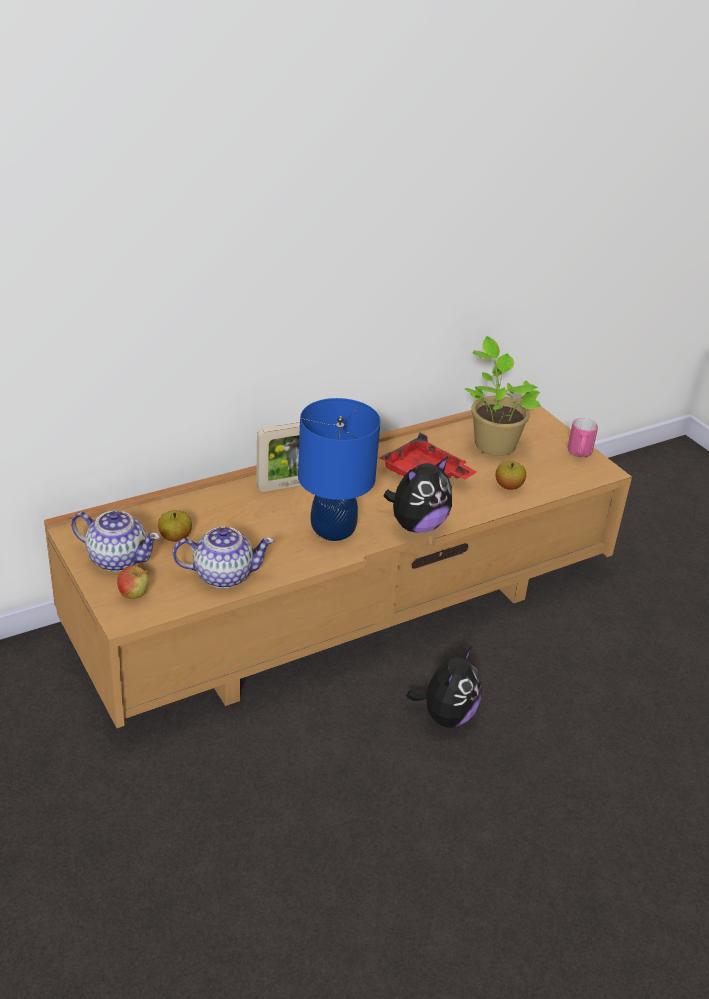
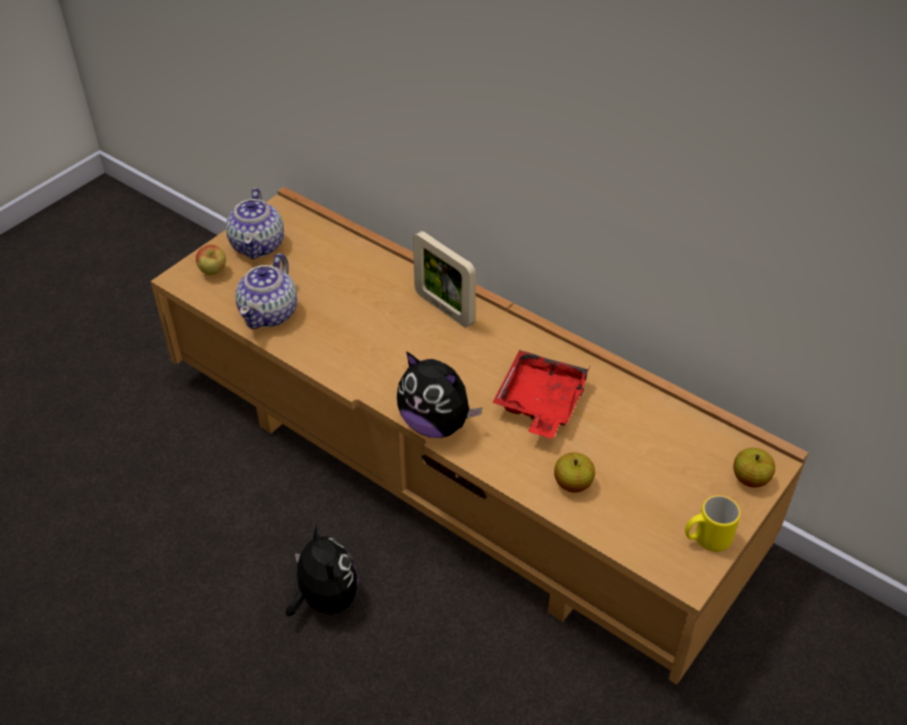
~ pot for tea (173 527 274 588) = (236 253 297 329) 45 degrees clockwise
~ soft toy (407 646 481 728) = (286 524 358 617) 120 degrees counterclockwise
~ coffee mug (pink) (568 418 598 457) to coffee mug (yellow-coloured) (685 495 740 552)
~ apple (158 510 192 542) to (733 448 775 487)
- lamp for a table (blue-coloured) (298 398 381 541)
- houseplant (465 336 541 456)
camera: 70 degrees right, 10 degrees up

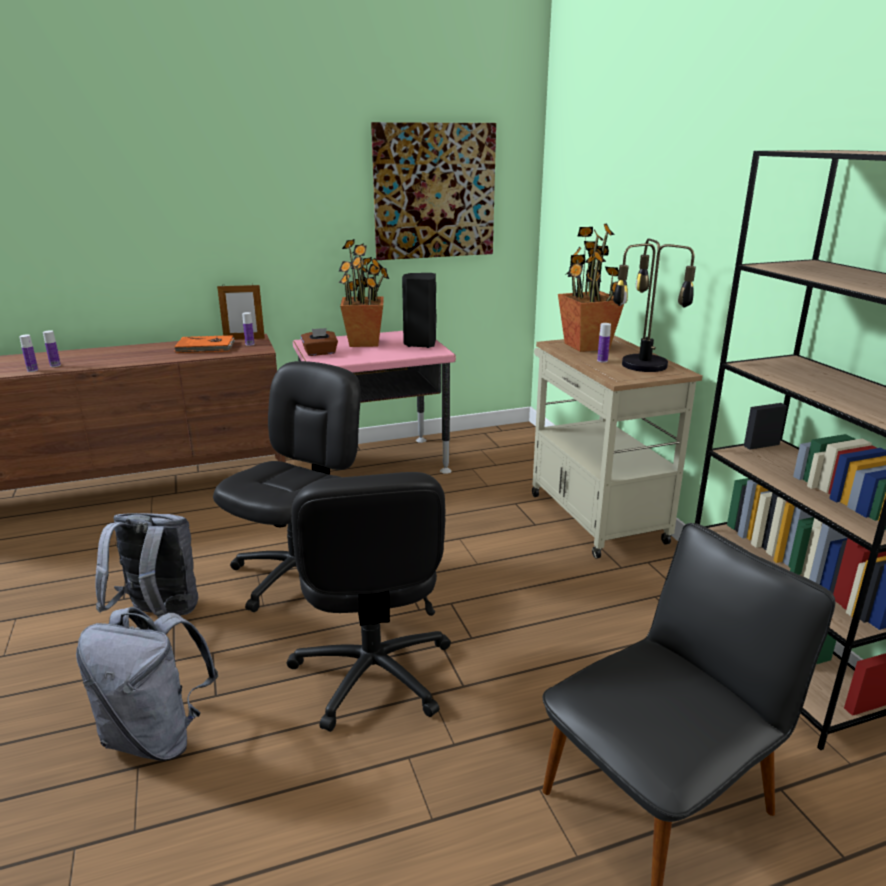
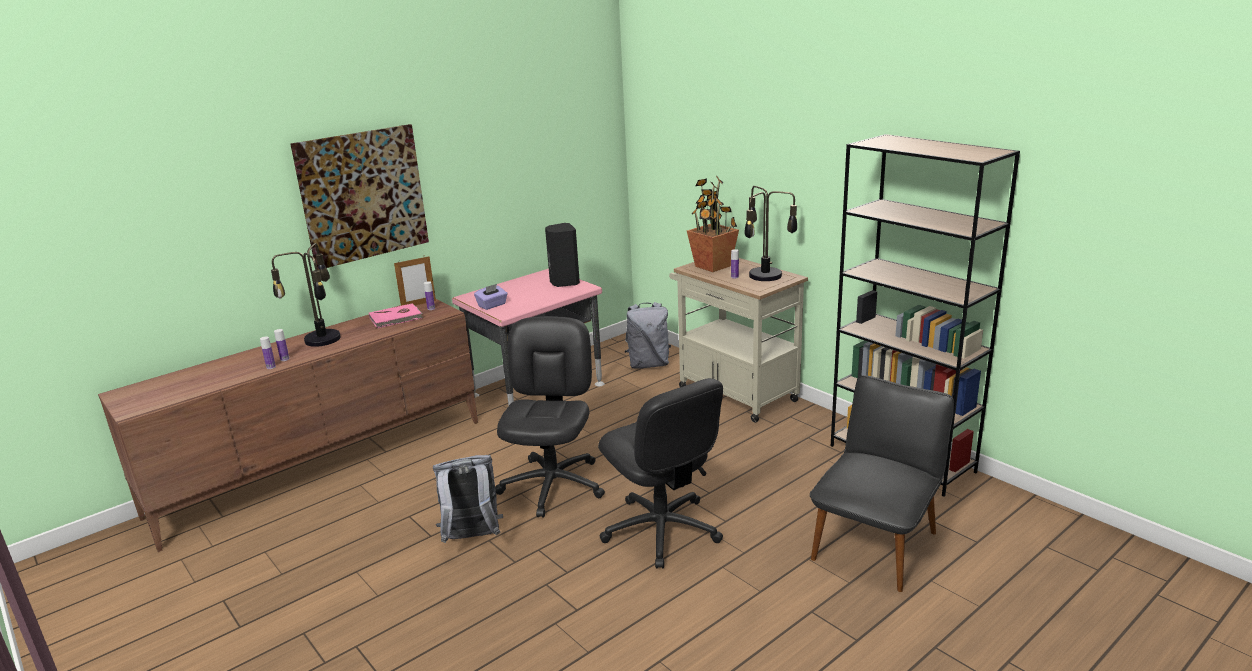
+ lamp for a table (271 243 341 347)
~ wall picture (371 122 496 260) to (290 124 429 270)
~ book (orange-coloured) (174 335 235 353) to book (pink) (369 303 423 328)
~ tissue holder (brown) (301 328 338 356) to tissue holder (purple) (474 284 507 310)
~ rucksack (greyish) (76 607 218 761) to (625 302 671 368)
- houseplant (339 239 389 347)
camera: 20 degrees left, 0 degrees up

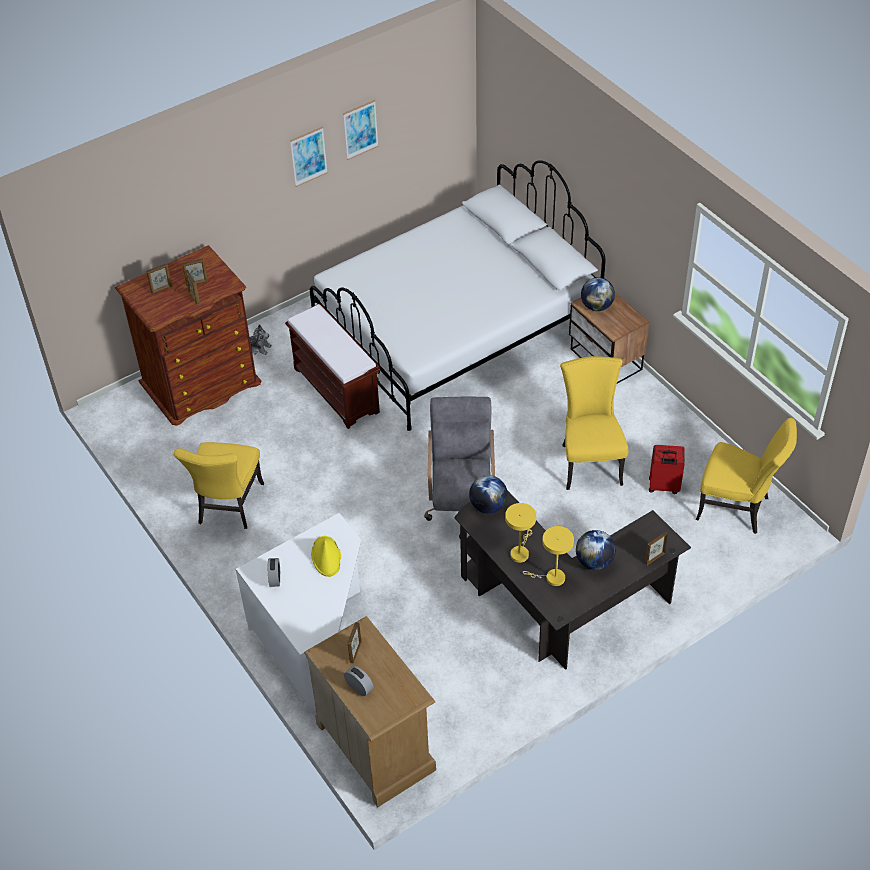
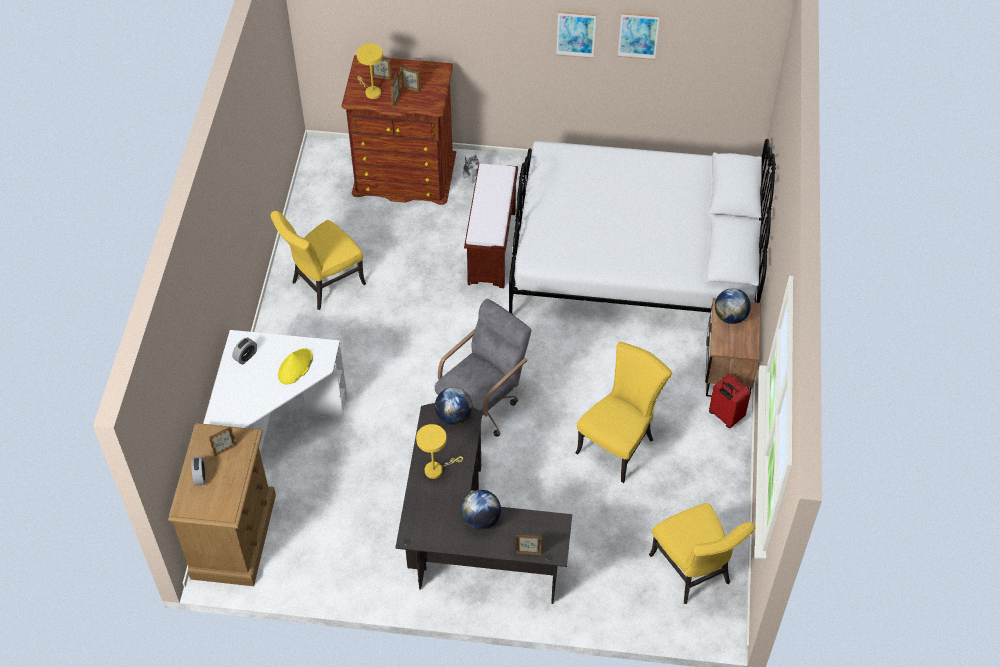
~ lamp for a table (yellow-coloured) (523 526 574 586) to (356 44 383 99)
~ piece of luggage (red-coloured) (649 445 685 494) to (709 374 751 428)
camera: 40 degrees right, 5 degrees up

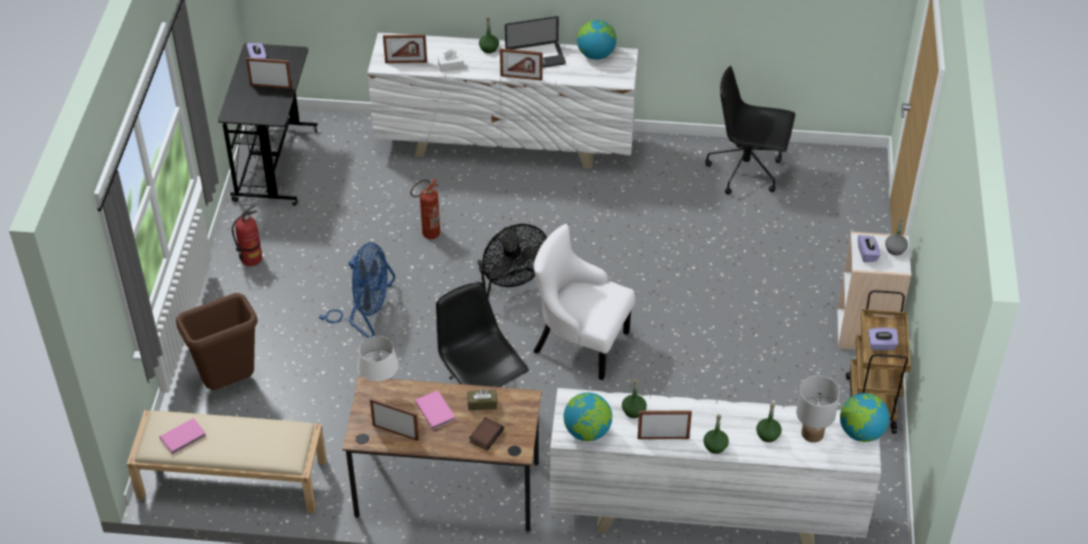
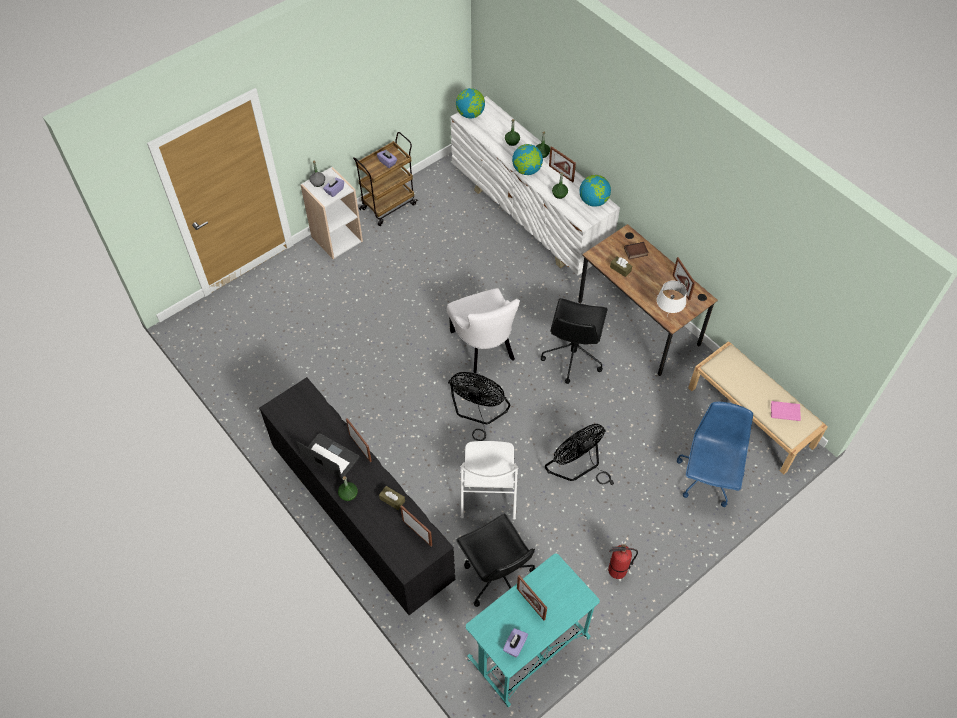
~ cabinet (white) (368 33 638 169) to cabinet (black-coloured) (259 377 455 615)
~ tissue holder (white) (438 50 464 72) to tissue holder (brown) (379 486 405 510)
~ computer chair (black-coloured) (705 66 796 195) to (456 514 536 607)
~ fire-fighting cylinder (410 178 440 239) to plain chair (white) (460 441 519 520)
~ desk (black-coloured) (218 43 318 206) to desk (turquoise) (466 553 600 707)
~ desk globe (577 20 616 60) to (512 144 543 175)
~ fan (blue-coloured) (319 242 395 338) to fan (black-coloured) (545 424 614 485)
~ waste bin (brown) (176 293 258 390) to computer chair (blue-coloured) (677 402 753 507)
- book (pink) (415 390 455 429)
- lamp for a table (greyish) (796 376 840 443)
camera: 135 degrees left, 10 degrees up

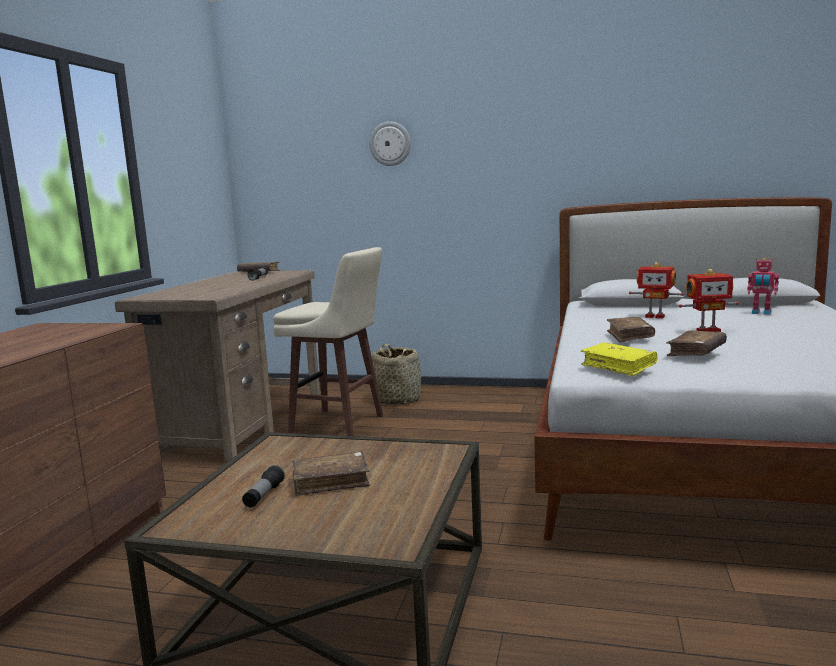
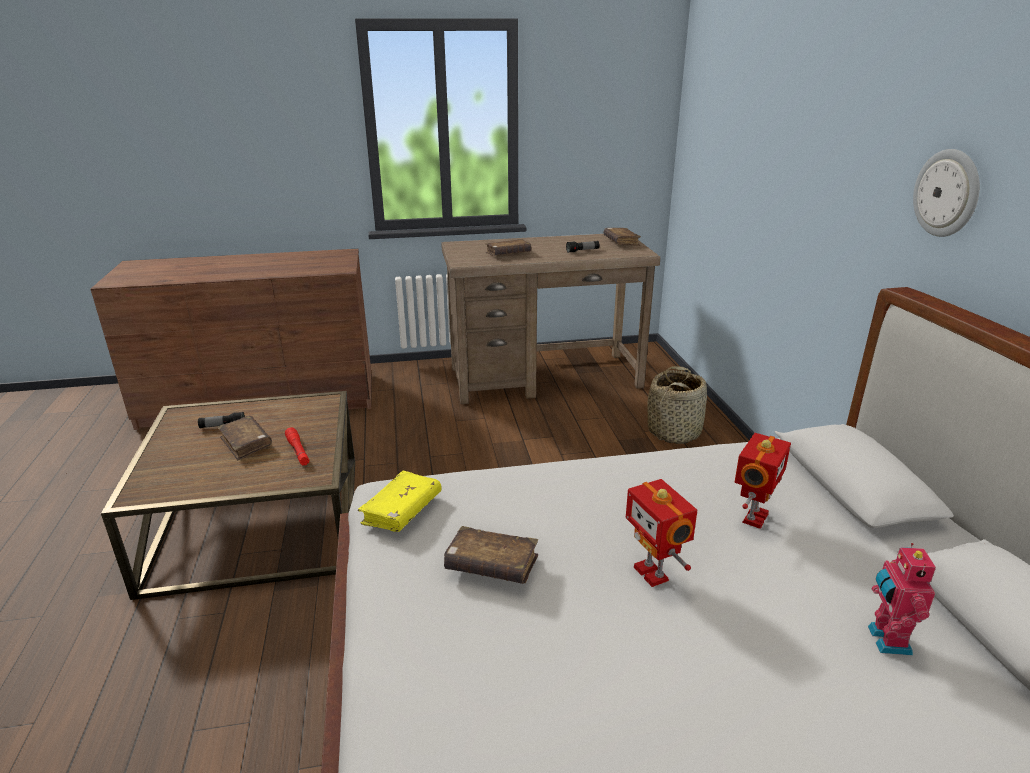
+ torch (red-coloured) (285 427 309 465)
~ book (brown) (607 317 655 343) to (485 239 531 256)
~ robot figure (629 262 684 318) = (735 433 791 529) 150 degrees counterclockwise
~ wall clock (369 121 411 166) to (913 149 980 237)
- stool seat (sand-coloured) (273 247 383 436)
camera: 65 degrees right, 15 degrees up

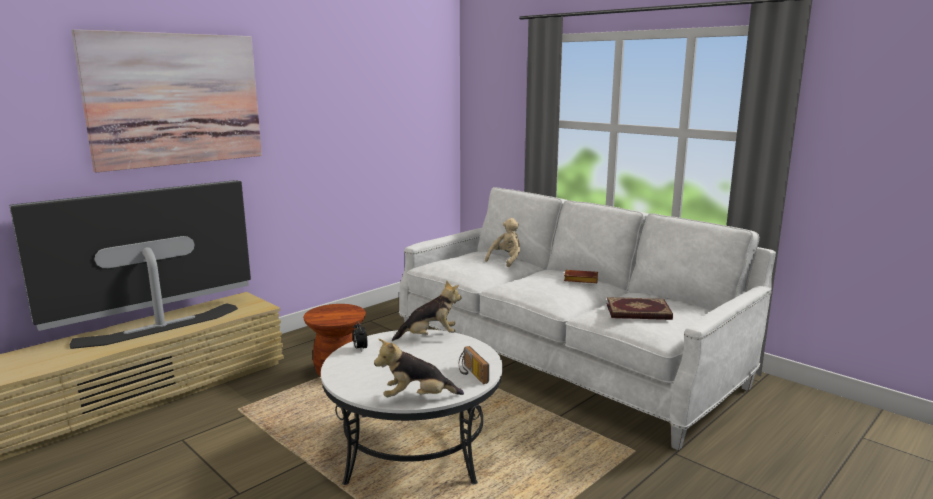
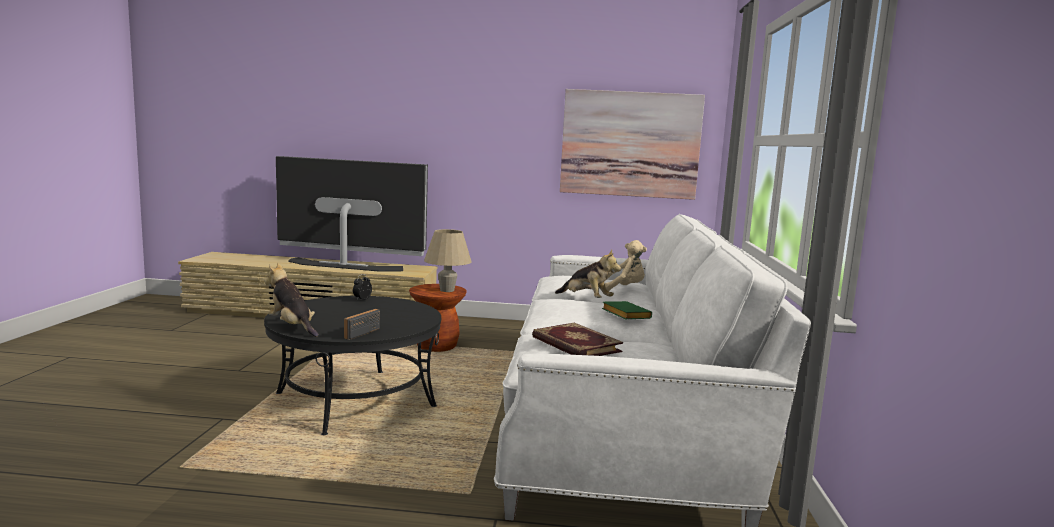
~ lounge table (white) (321 329 503 485) to lounge table (black-coloured) (264 296 441 435)
+ lamp for a table (sand-coloured) (424 229 472 292)
~ soft toy (392 280 461 341) to (555 250 621 298)
~ wall picture (71 29 262 172) to (560 89 705 200)
~ book (brown) (564 270 598 283) to book (green) (602 301 652 319)
camera: 50 degrees right, 5 degrees down

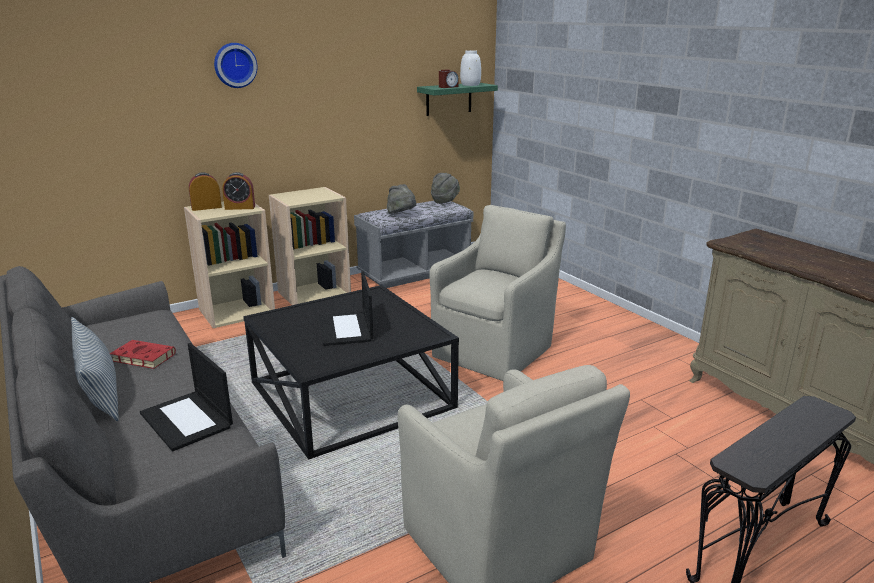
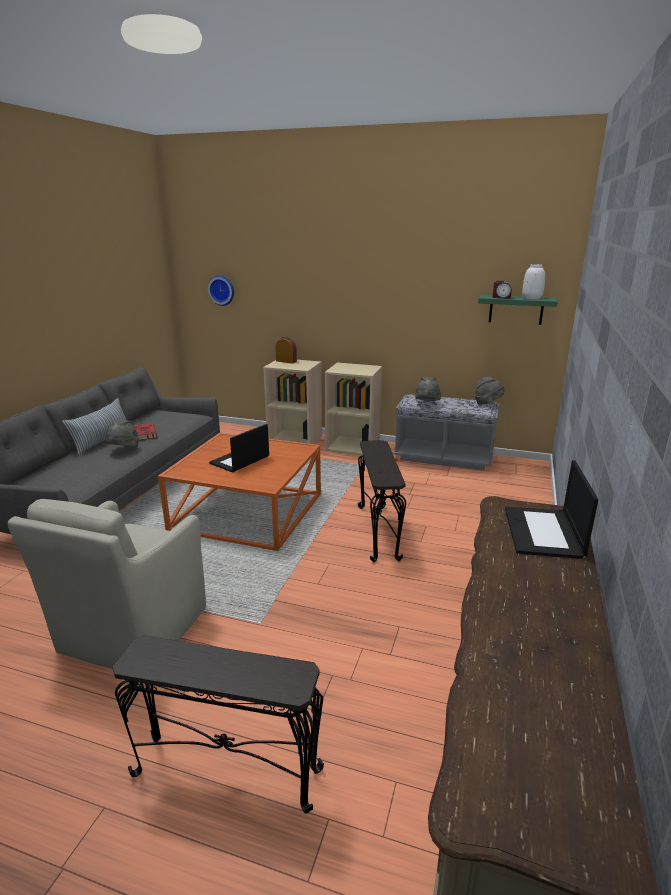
+ clothing hat (greyish) (106 419 139 447)
~ lounge table (black-coloured) (243 285 459 460) to lounge table (orange-coloured) (158 433 321 551)
~ wall clock (214 43 258 88) to (208 275 234 306)
~ armchair (sand-coloured) (429 205 566 381) to end table (black-coloured) (358 440 406 563)
~ laptop (140 343 233 451) to (505 460 599 559)
- bedside clock (222 172 255 210)
camera: 50 degrees right, 0 degrees up

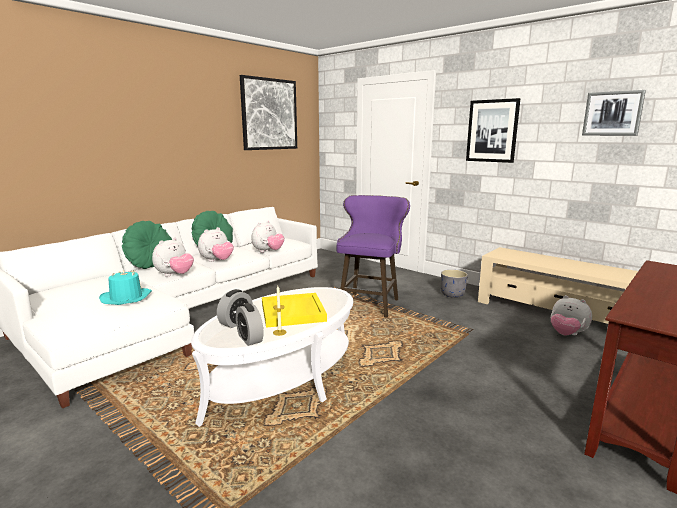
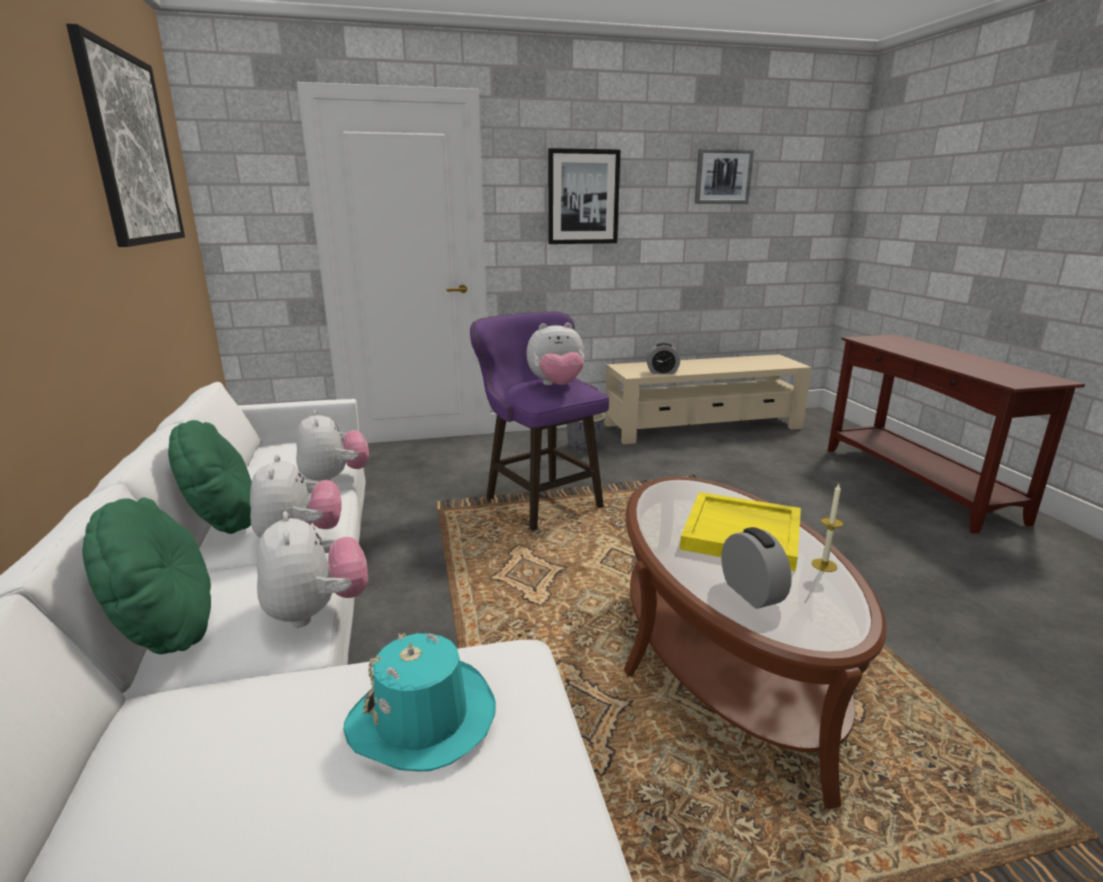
~ soft toy (551 295 592 335) to (526 323 584 385)
~ lounge table (white) (191 287 353 427) to lounge table (brown) (624 477 887 810)
~ bedside clock (236 303 263 346) to (647 343 680 374)
camera: 55 degrees left, 5 degrees up

